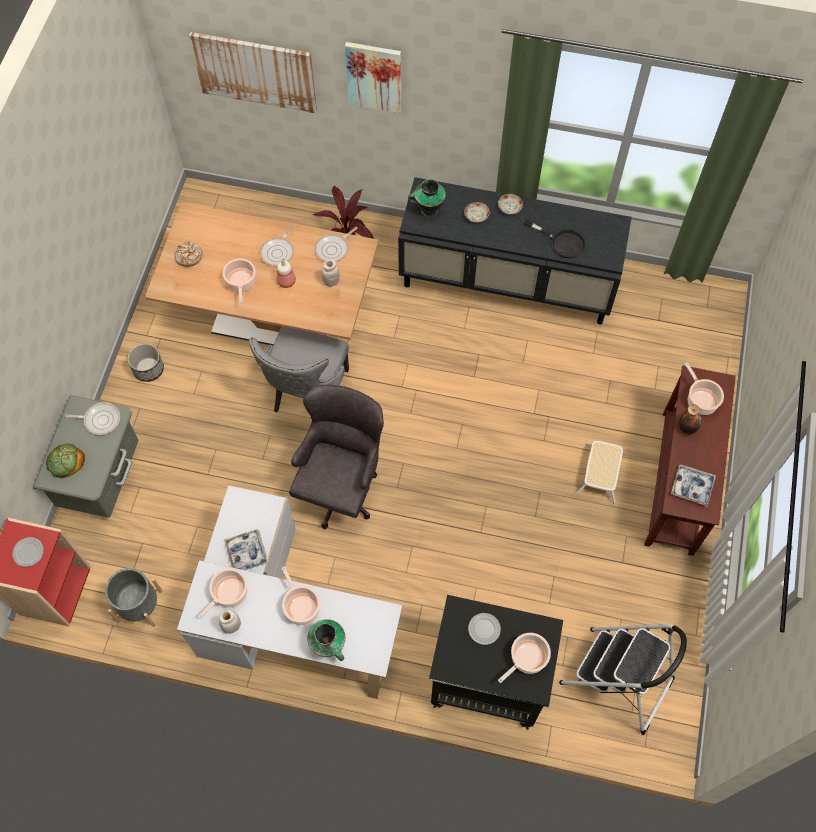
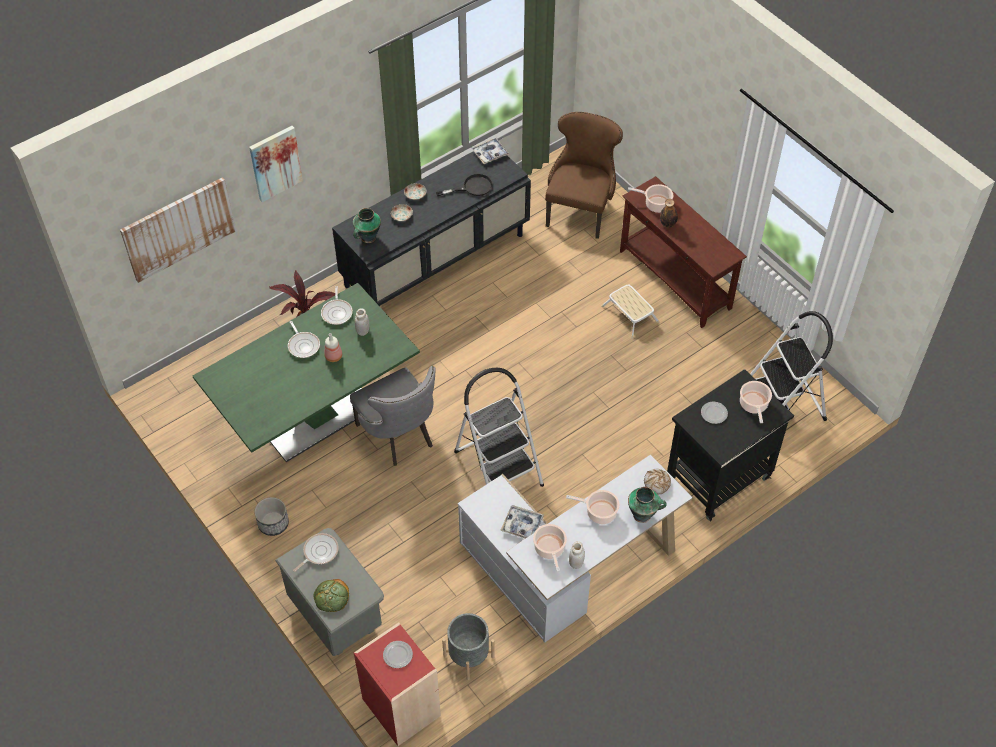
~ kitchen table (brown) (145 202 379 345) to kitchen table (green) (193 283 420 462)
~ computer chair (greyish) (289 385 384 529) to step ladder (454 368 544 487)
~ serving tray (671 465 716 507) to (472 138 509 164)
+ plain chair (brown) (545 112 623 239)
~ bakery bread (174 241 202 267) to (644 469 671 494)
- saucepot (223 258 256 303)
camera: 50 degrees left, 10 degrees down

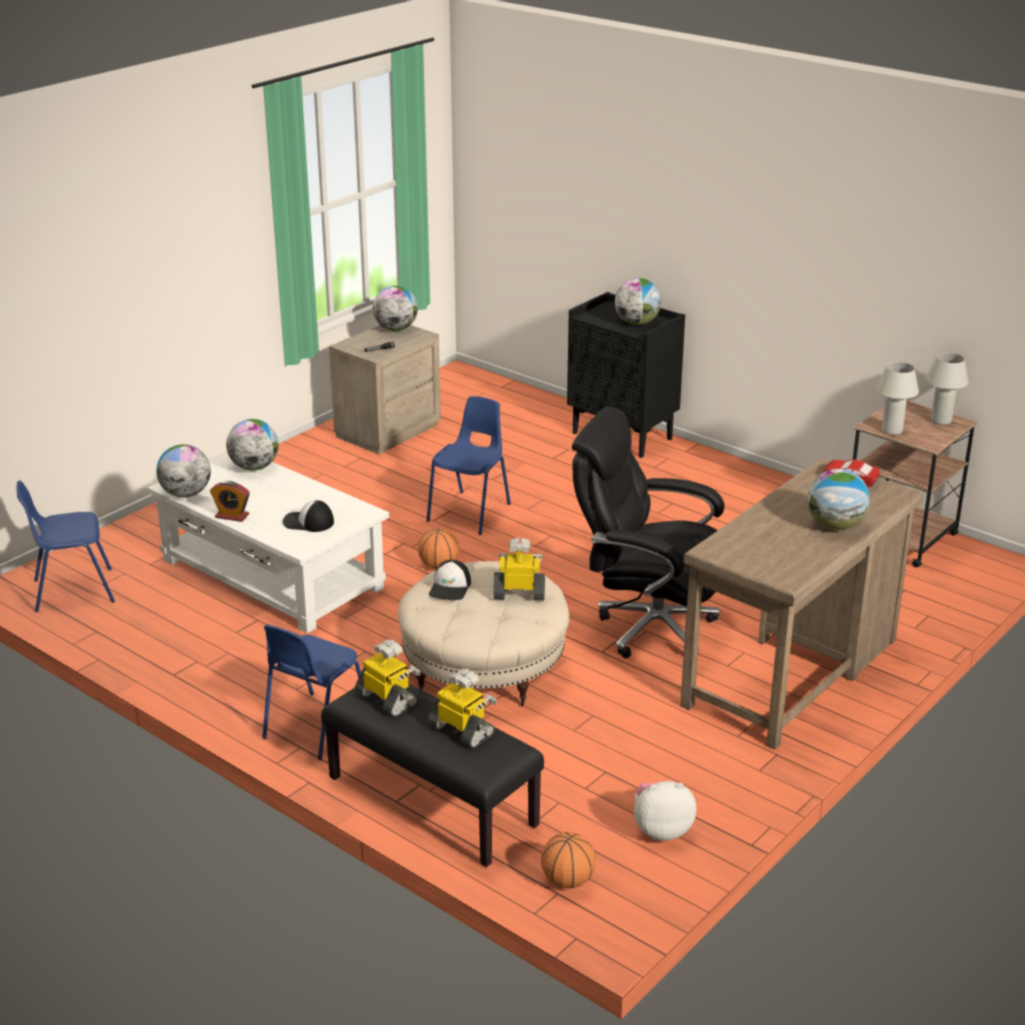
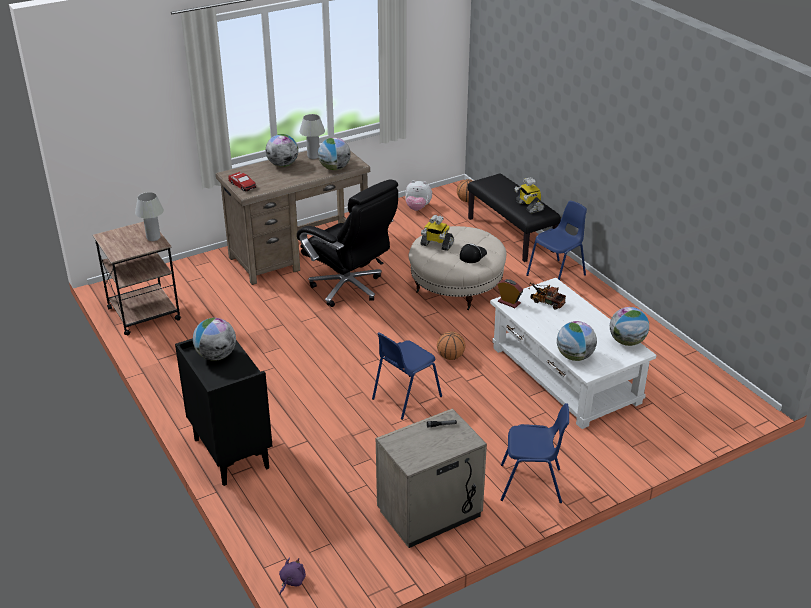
+ soft toy (purple) (279 558 306 594)
~ lamp for a table (white) (926 352 969 425) to (300 114 325 159)
~ desk globe (373 286 418 331) to (318 137 351 170)
~ bedside clock (210 481 250 522) to (497 279 523 308)
~ plain chair (blue-coloured) (17 480 115 612) to (501 403 569 503)
~ cap (283 500 334 532) to model truck (528 283 566 310)
- robot figure (428 669 497 748)
camera: 160 degrees left, 5 degrees up

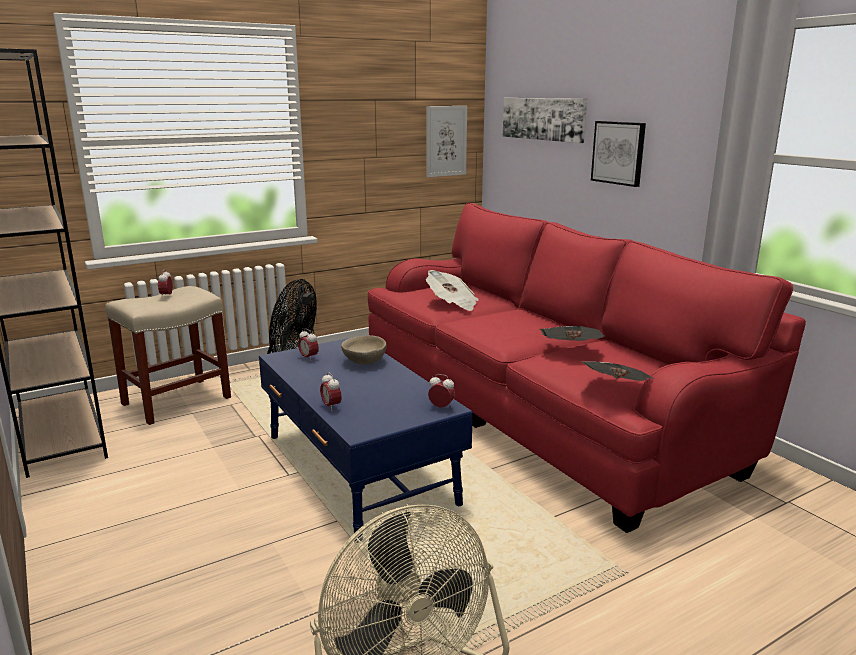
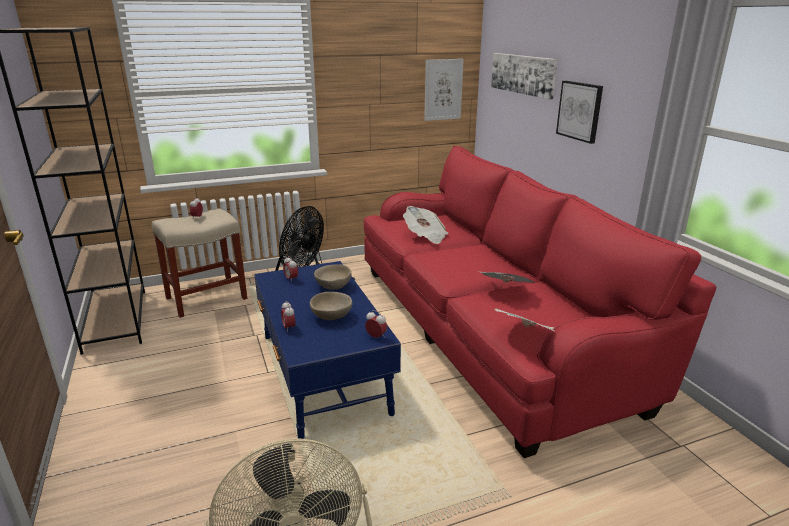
+ serving bowl (sand-coloured) (310 292 352 320)
camera: 10 degrees right, 5 degrees up

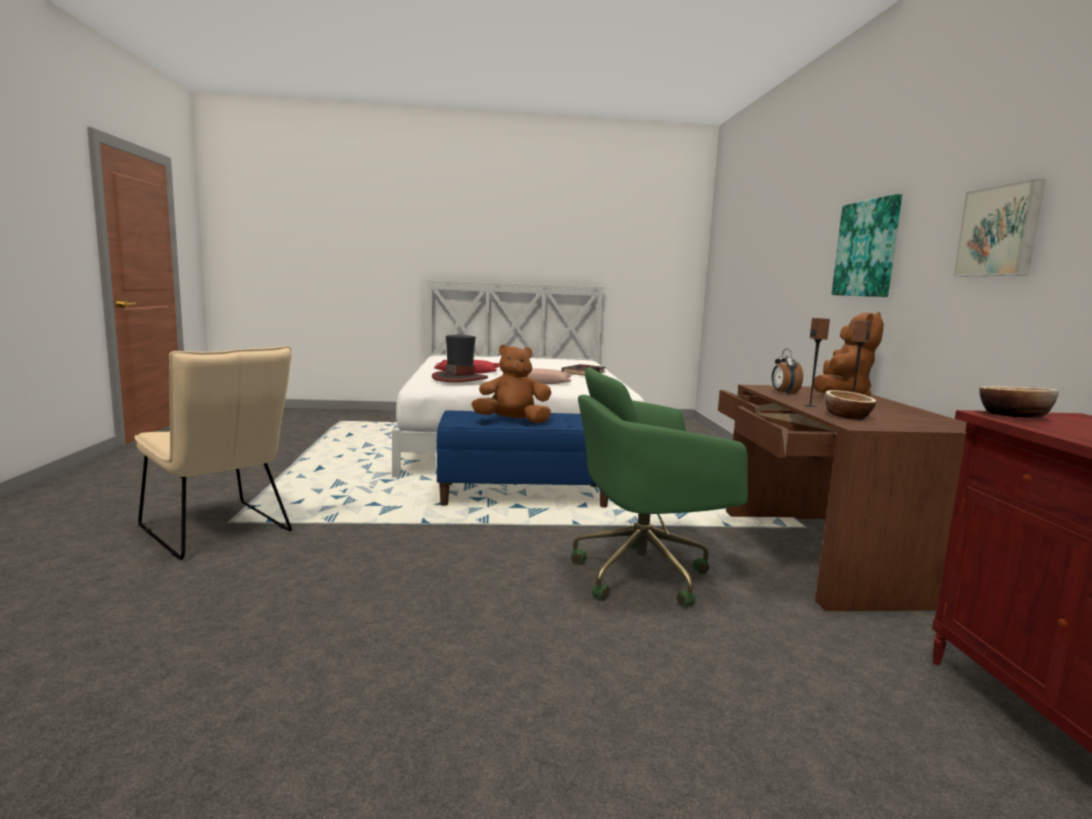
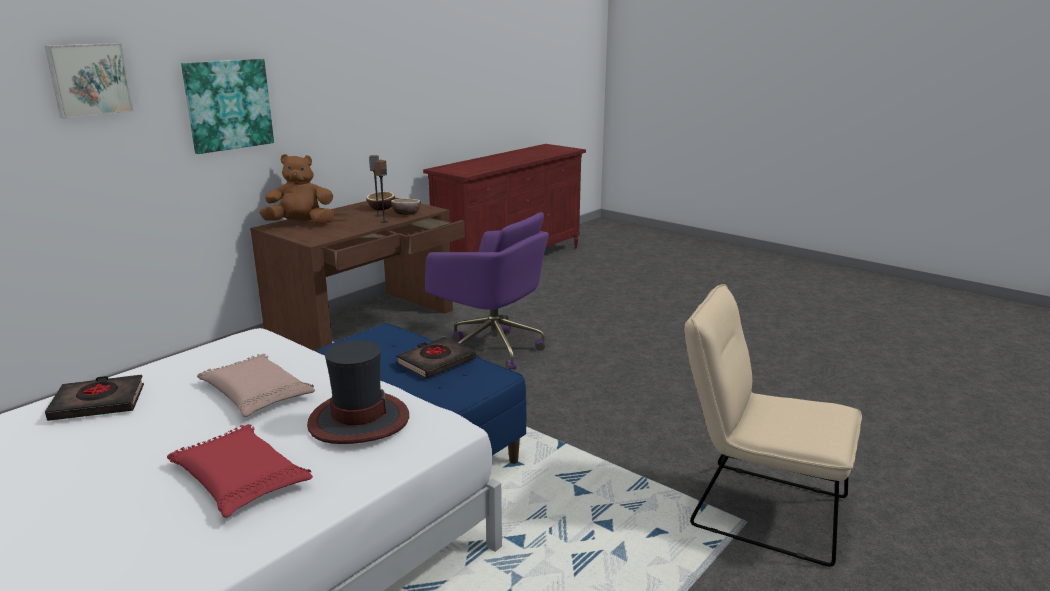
~ wall picture (953 179 1045 276) to (45 43 134 119)
~ serving bowl (979 386 1059 418) to (366 191 395 210)
~ soft toy (brown) (471 344 551 423) to book (black-coloured) (396 337 476 379)
~ computer chair (green) (571 367 748 607) to computer chair (purple) (425 212 549 370)
~ plain chair (sand-coloured) (134 346 292 560) = (684 284 862 567) 60 degrees counterclockwise
- bedside clock (772 349 803 395)
camera: 135 degrees left, 10 degrees up

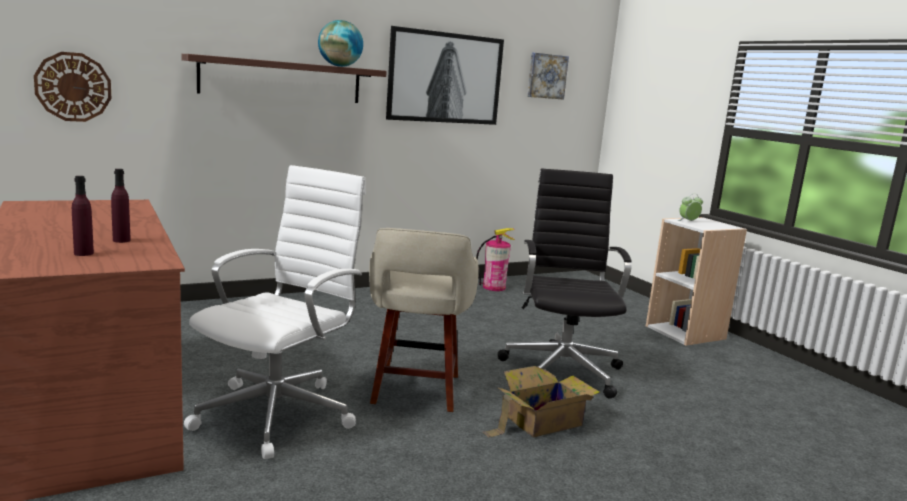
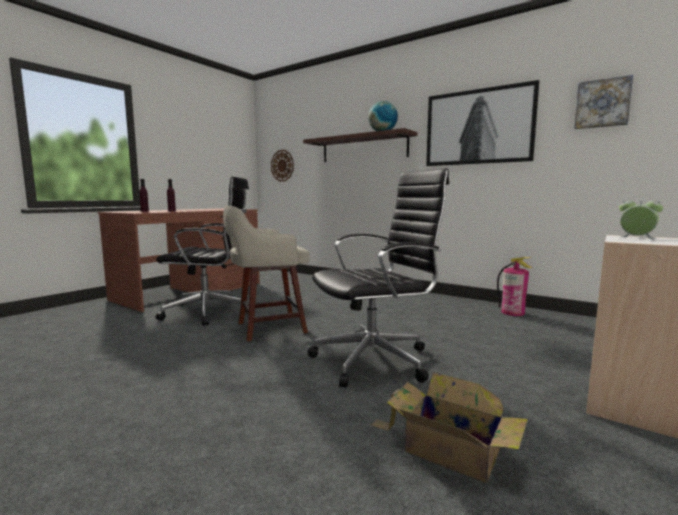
~ computer chair (white) (184 165 366 459) to computer chair (black-coloured) (156 177 249 326)
~ packing box (483 366 600 438) to (370 372 528 483)
camera: 65 degrees right, 5 degrees down

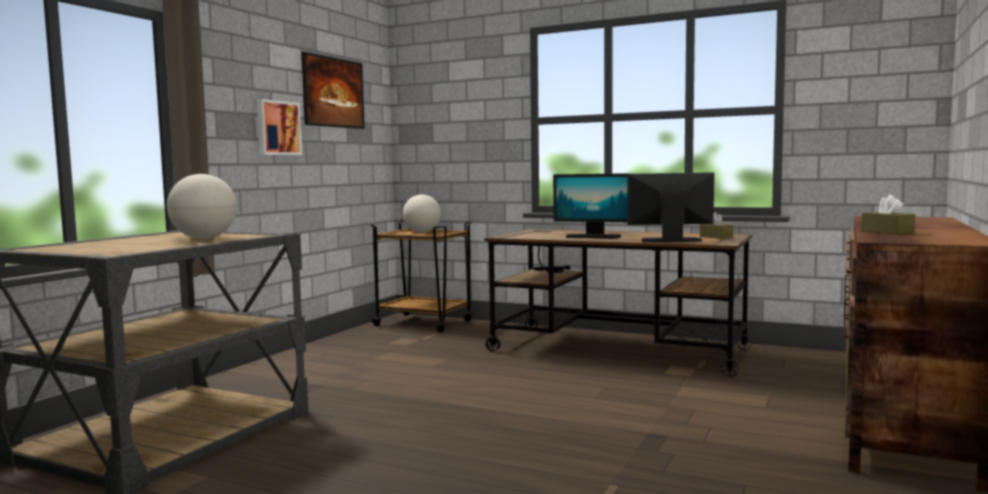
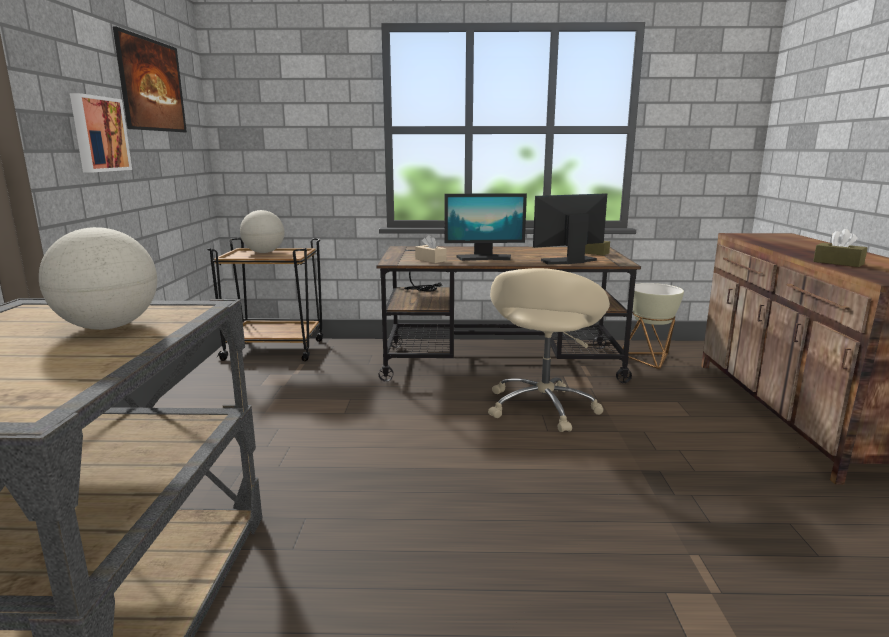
+ tissue holder (sand-coloured) (415 235 447 263)
+ computer chair (sand-coloured) (488 268 610 432)
+ plant pot (622 283 684 369)
camera: 25 degrees left, 10 degrees up

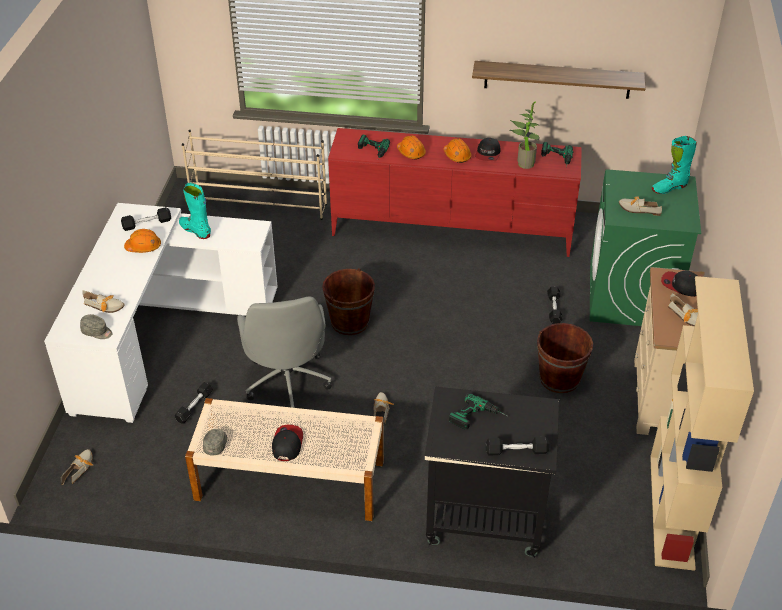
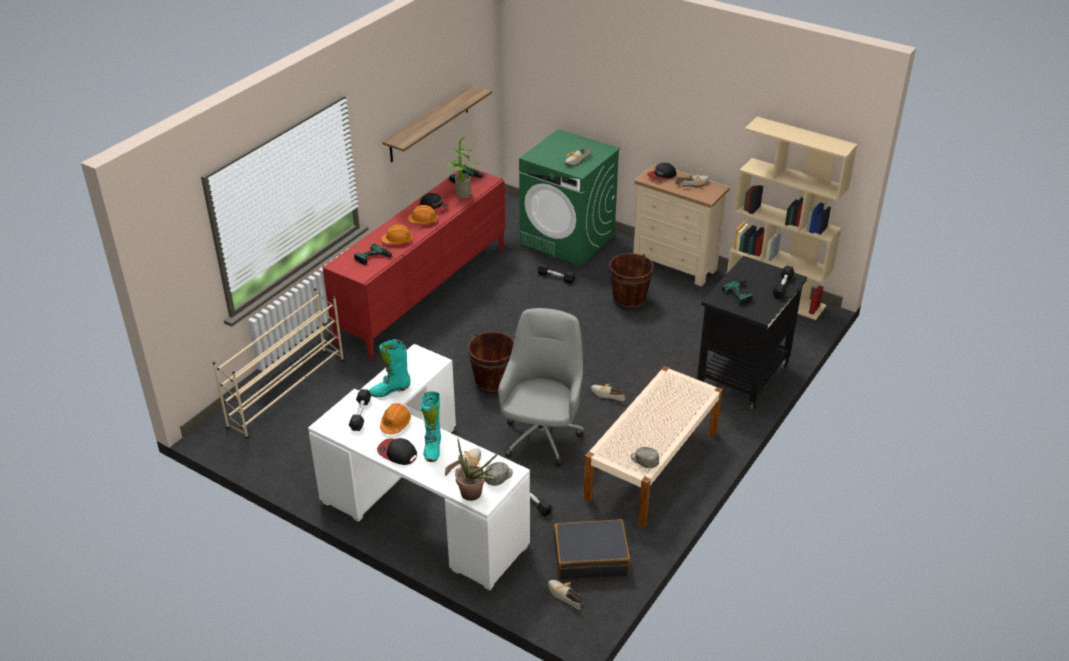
~ cap (272 425 303 461) to (377 438 417 465)
~ boot (turquoise) (652 136 697 194) to (421 391 441 462)
+ houseplant (456 437 499 501)
~ computer chair (greyish) (237 296 332 408) = (498 308 584 467) 90 degrees counterclockwise
+ piece of luggage (black-coloured) (554 519 630 580)
camera: 65 degrees left, 5 degrees down

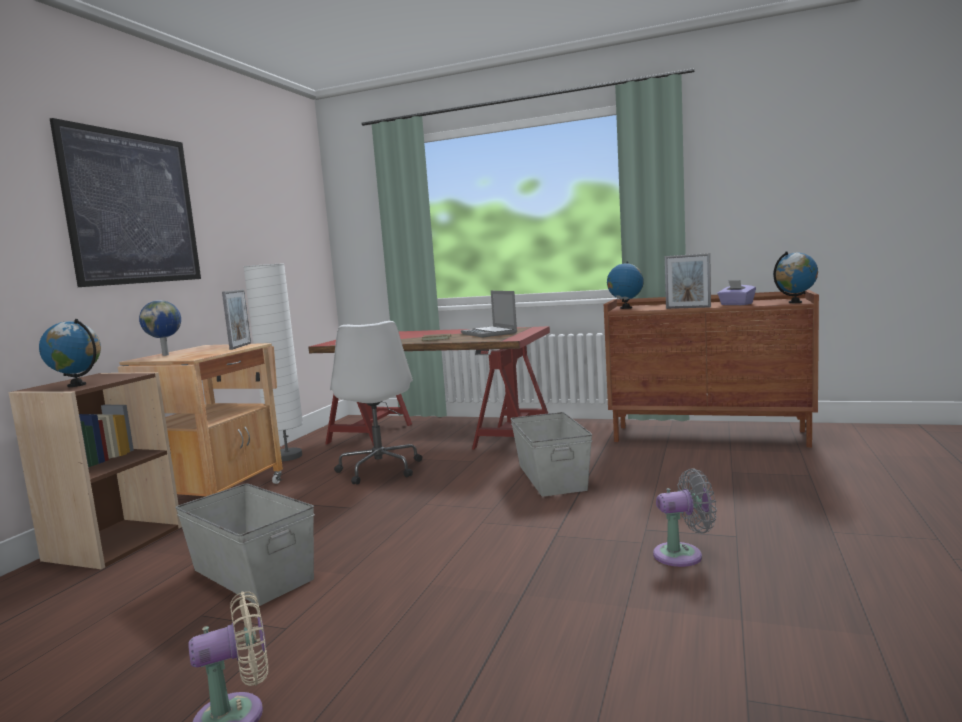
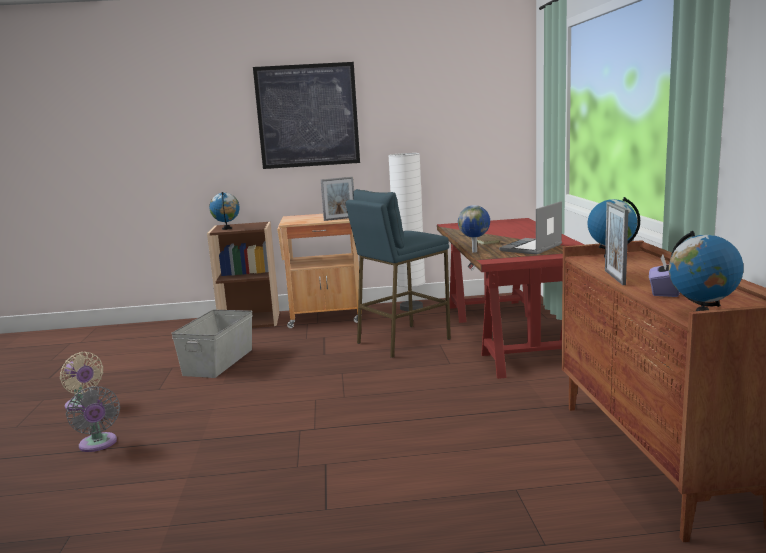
~ fan (greyish) (653 468 717 567) to (66 386 120 452)
~ computer chair (white) (330 321 423 485) to stool seat (blue-coloured) (346 189 451 358)
~ desk globe (139 300 181 356) to (458 205 490 253)
- storage bin (greyish) (510 412 593 496)
camera: 65 degrees right, 5 degrees up

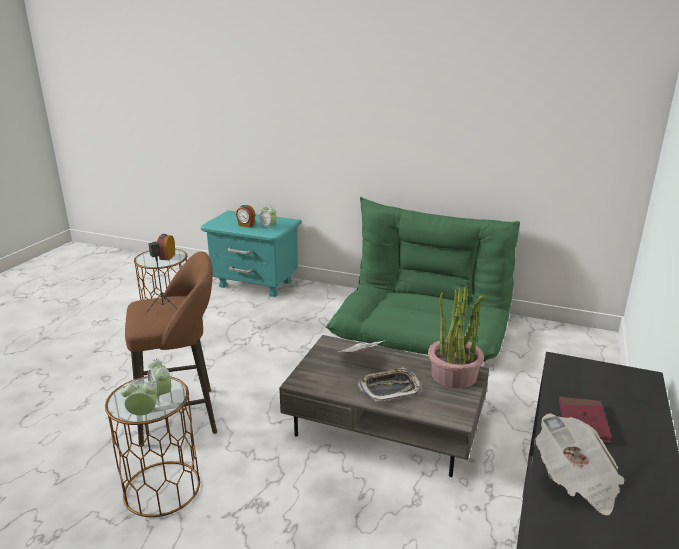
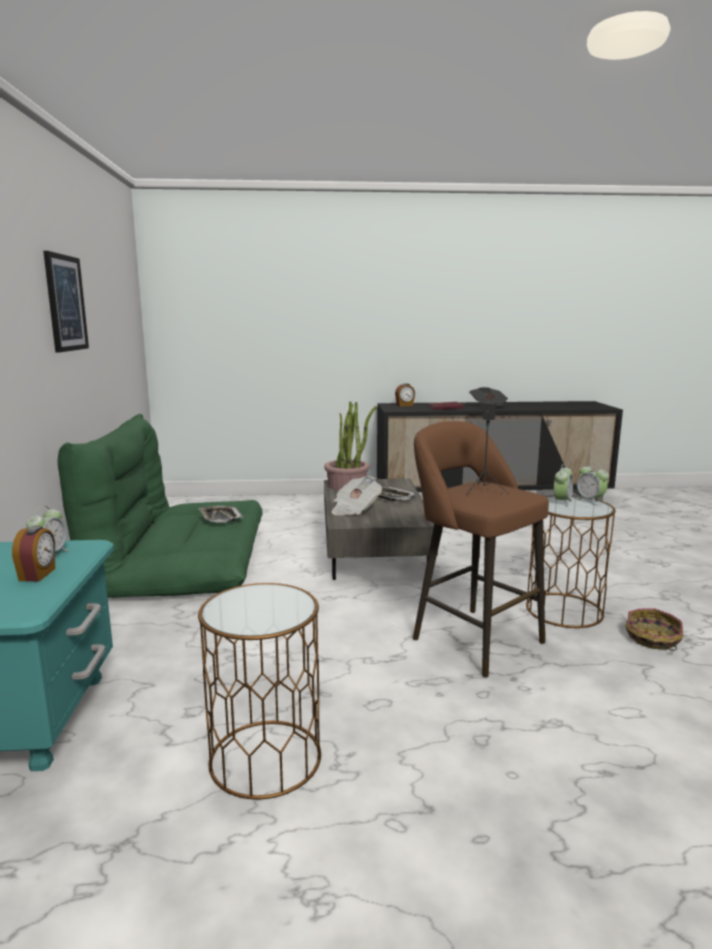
+ wall picture (43 251 89 352)
+ serving tray (198 505 243 523)
~ bedside clock (157 234 175 260) to (395 383 415 406)
+ storage basket (625 609 684 651)
camera: 115 degrees left, 10 degrees down

